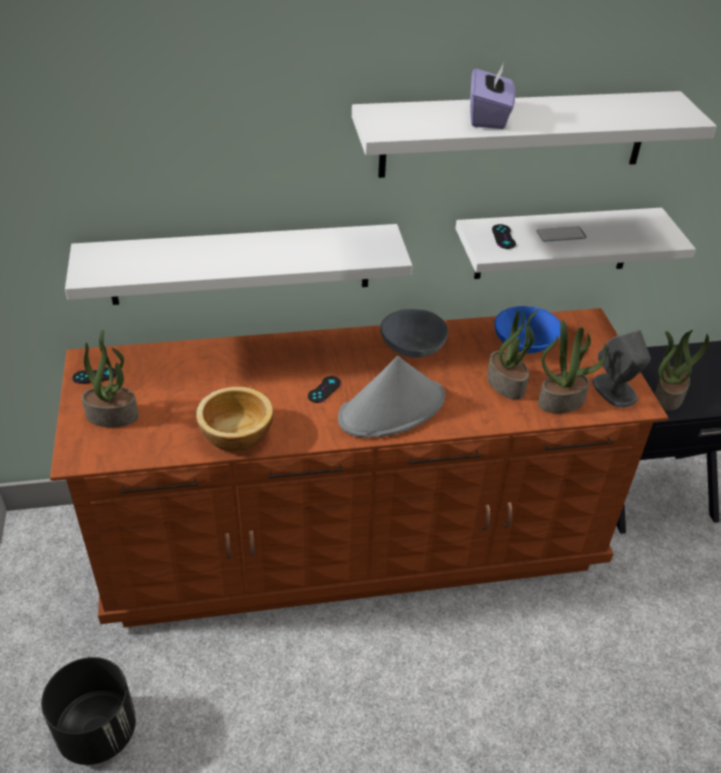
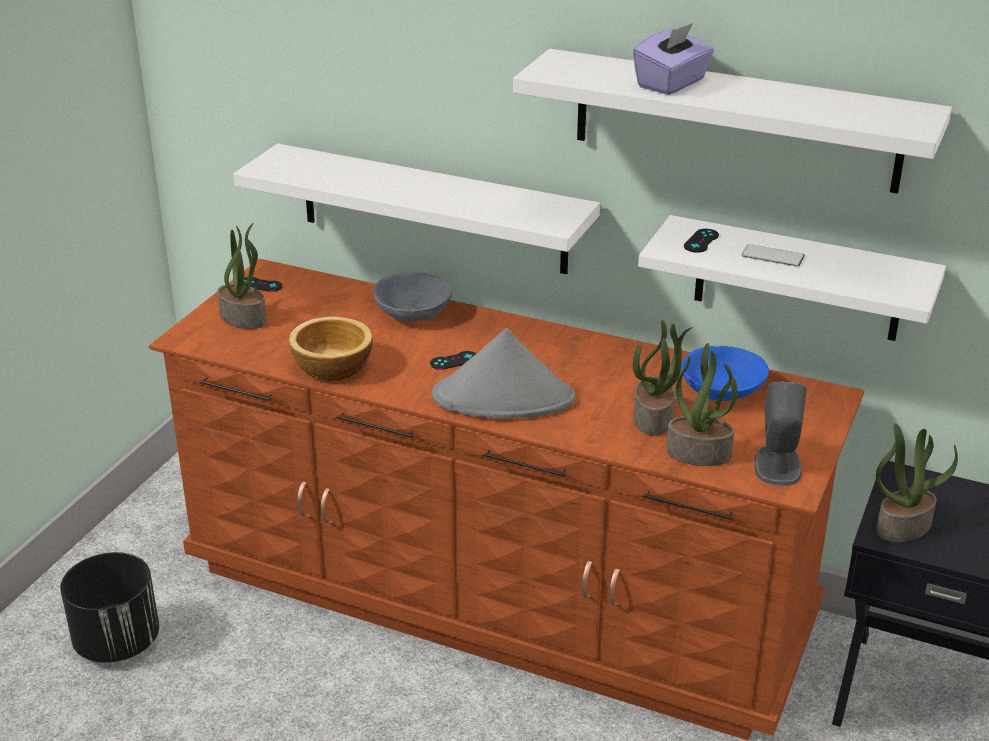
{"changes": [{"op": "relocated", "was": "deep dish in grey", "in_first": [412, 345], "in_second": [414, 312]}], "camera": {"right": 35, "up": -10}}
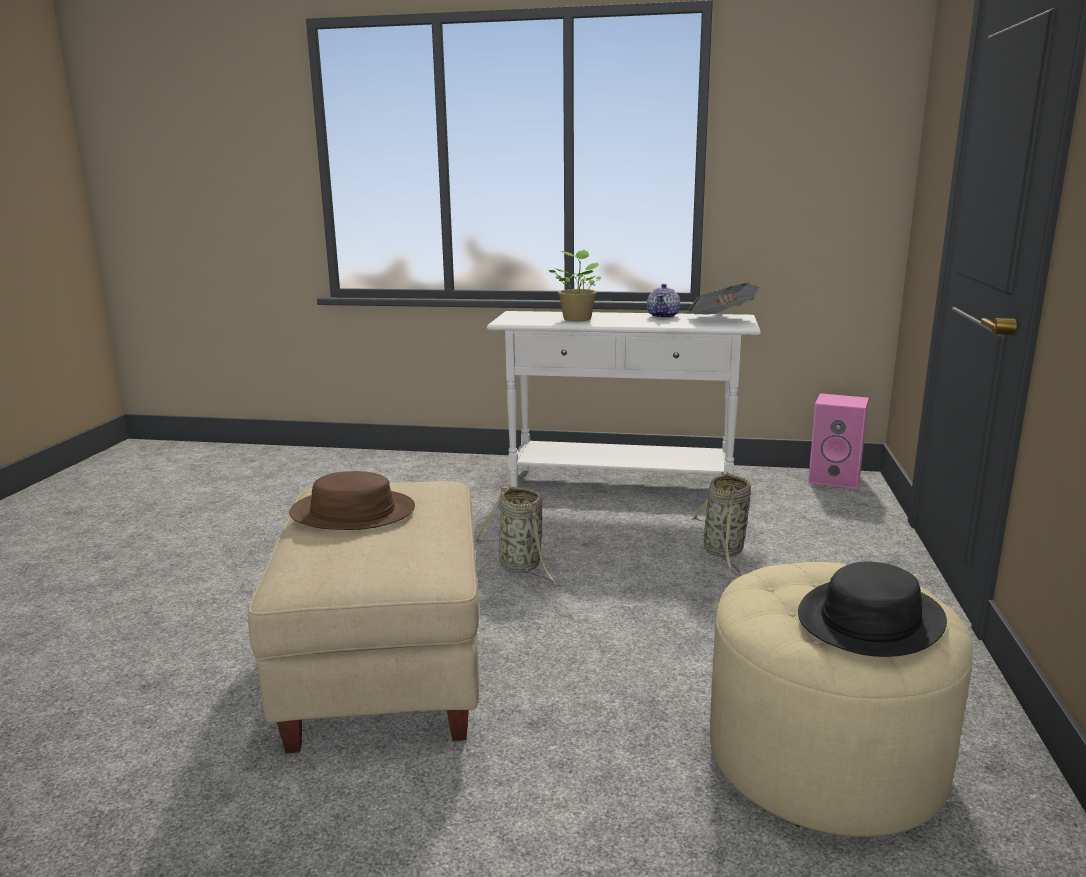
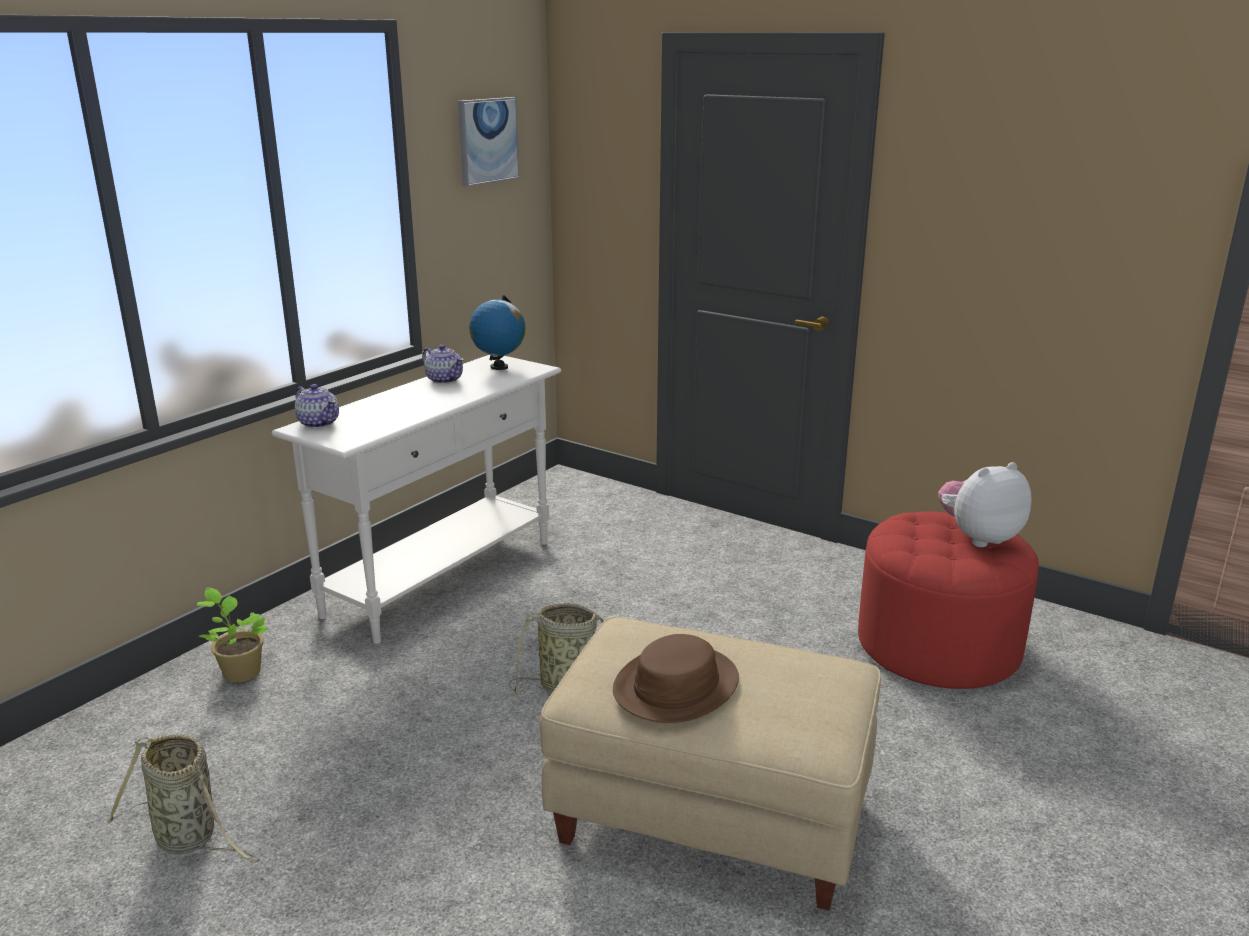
{"changes": [{"op": "missing", "was": "speaker in pinkish", "in_first": [836, 478]}, {"op": "appeared", "now": "teapot", "in_second": [319, 423]}, {"op": "appeared", "now": "wall picture", "in_second": [487, 141]}, {"op": "relocated", "was": "potted plant", "in_first": [577, 318], "in_second": [240, 672]}, {"op": "relocated", "was": "household basket", "in_first": [724, 552], "in_second": [190, 839]}, {"op": "exchanged", "was": "newspaper", "now": "globe", "in_first": [721, 319], "in_second": [499, 367]}, {"op": "exchanged", "was": "hat in black-coloured", "now": "cuddly toy", "in_first": [870, 619], "in_second": [978, 537]}, {"op": "colour", "was": "ottoman in sand-coloured", "now": "ottoman in red-coloured", "in_first": [825, 757], "in_second": [938, 646]}], "camera": {"right": -65, "up": 5}}
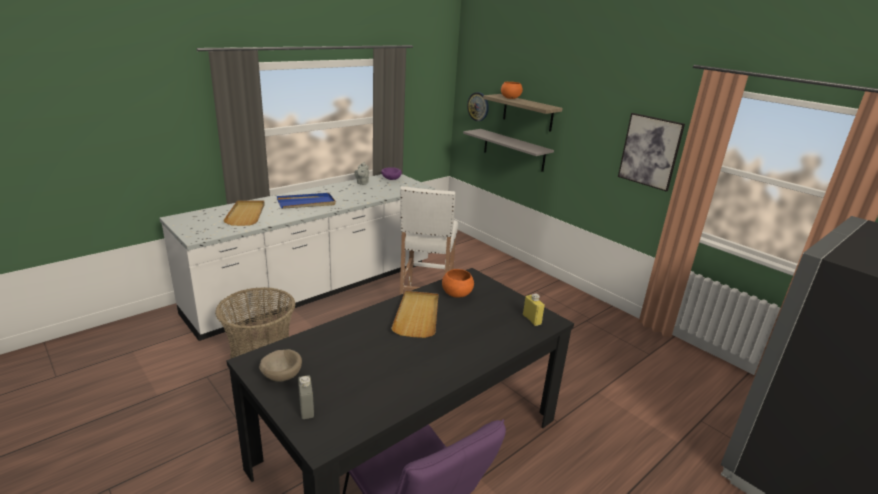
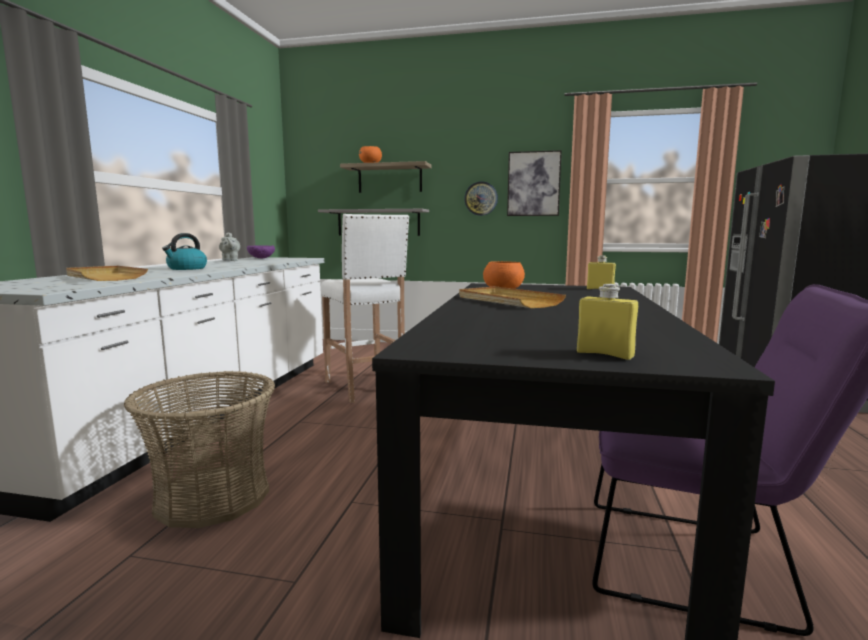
{"changes": [{"op": "missing", "was": "deep dish in sand-coloured", "in_first": [282, 375]}, {"op": "relocated", "was": "wall clock", "in_first": [478, 106], "in_second": [481, 198]}, {"op": "exchanged", "was": "carrying tray in bluish", "now": "tea kettle", "in_first": [306, 203], "in_second": [186, 268]}, {"op": "colour", "was": "beverage bottle in grey", "now": "beverage bottle in yellow-coloured", "in_first": [306, 408], "in_second": [605, 354]}], "camera": {"right": -35, "up": -15}}
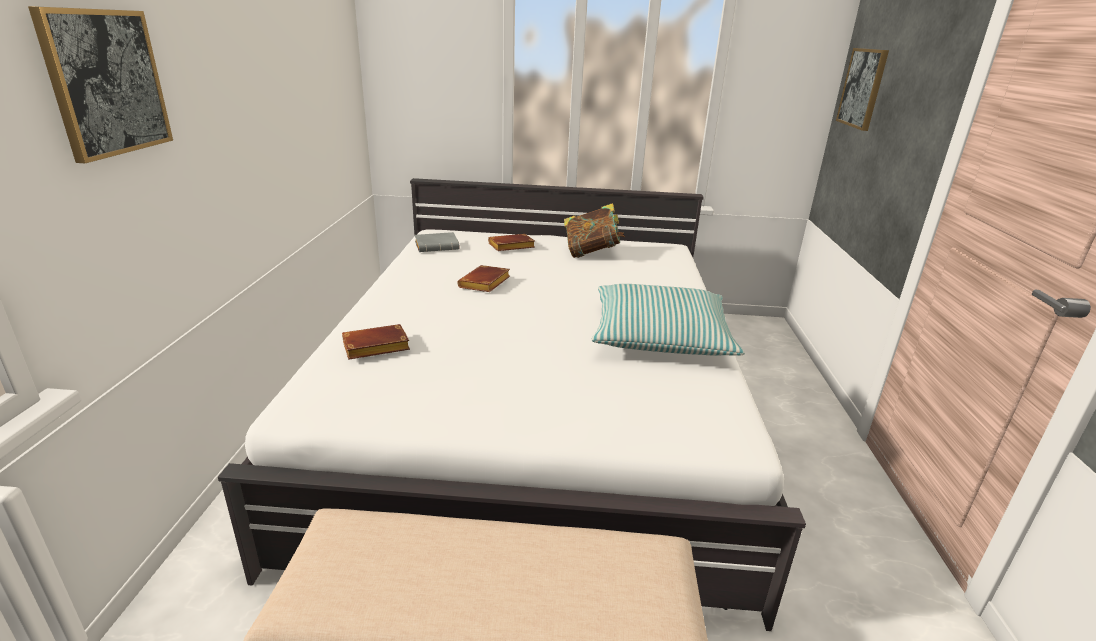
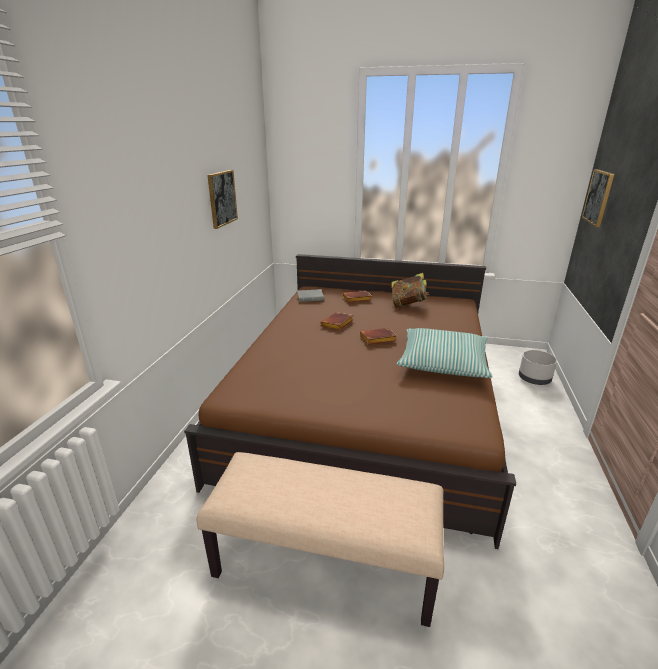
{"changes": [{"op": "appeared", "now": "plant pot in grey", "in_second": [534, 379]}, {"op": "relocated", "was": "wall picture", "in_first": [106, 83], "in_second": [222, 198]}, {"op": "relocated", "was": "bound book in brown-coloured", "in_first": [374, 348], "in_second": [377, 339]}, {"op": "colour", "was": "sleeping bed in white-coloured", "now": "sleeping bed in brown-coloured", "in_first": [535, 410], "in_second": [366, 404]}], "camera": {"right": 10, "up": 0}}
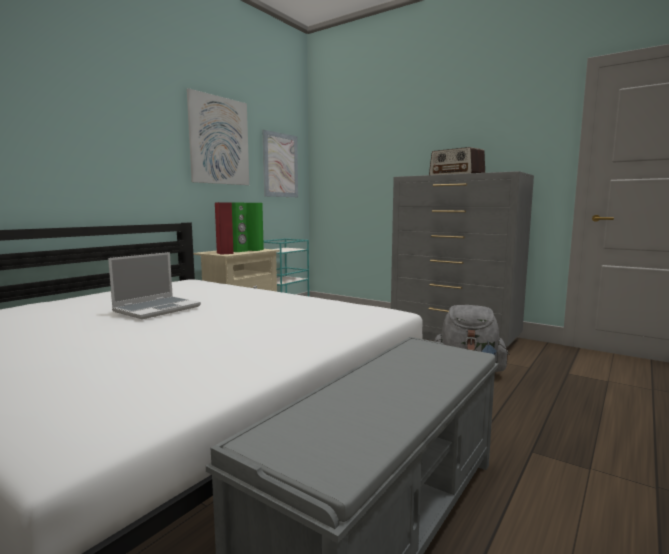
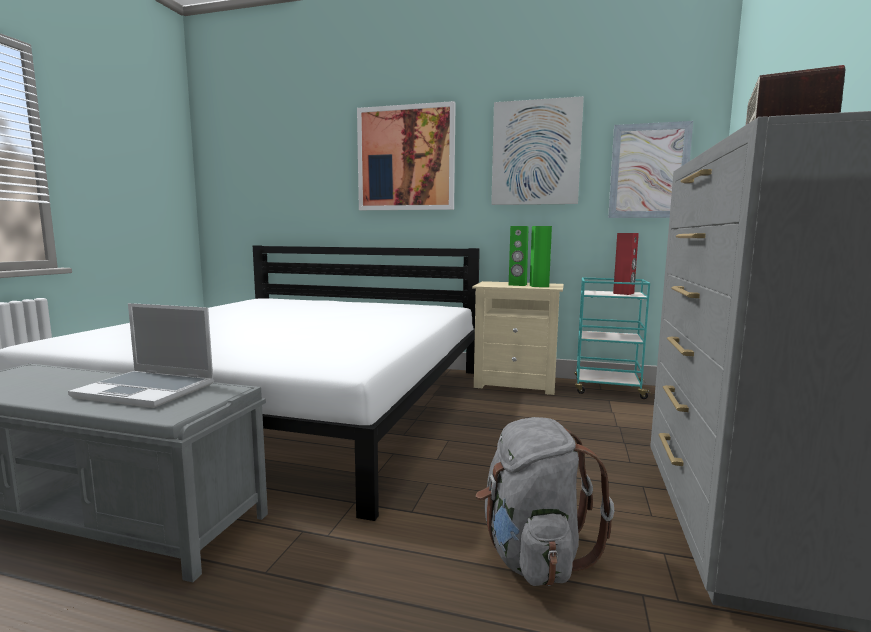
{"changes": [{"op": "appeared", "now": "wall picture", "in_second": [406, 158]}, {"op": "relocated", "was": "notebook computer", "in_first": [157, 309], "in_second": [148, 390]}, {"op": "relocated", "was": "speaker in red-coloured", "in_first": [225, 253], "in_second": [624, 293]}], "camera": {"right": 70, "up": 0}}
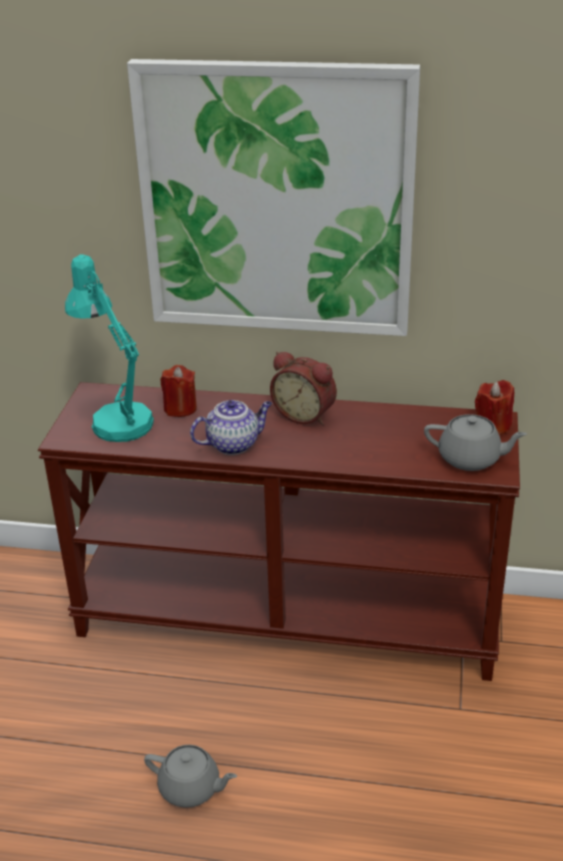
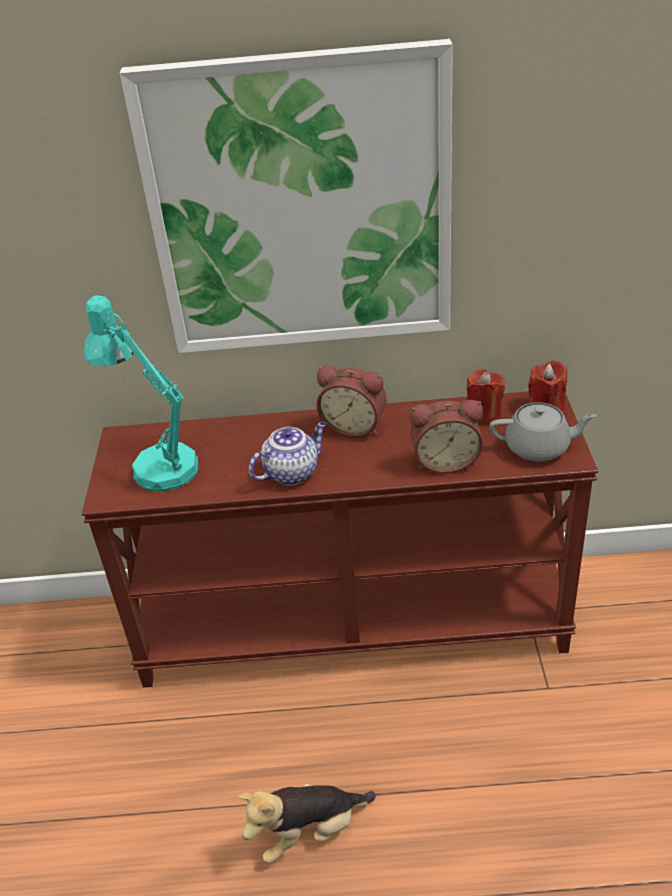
{"changes": [{"op": "appeared", "now": "bedside clock", "in_second": [445, 460]}, {"op": "relocated", "was": "wax light in red-coloured", "in_first": [180, 408], "in_second": [483, 414]}, {"op": "exchanged", "was": "teapot in grey", "now": "cuddly toy", "in_first": [191, 788], "in_second": [309, 832]}], "camera": {"right": -10, "up": 5}}
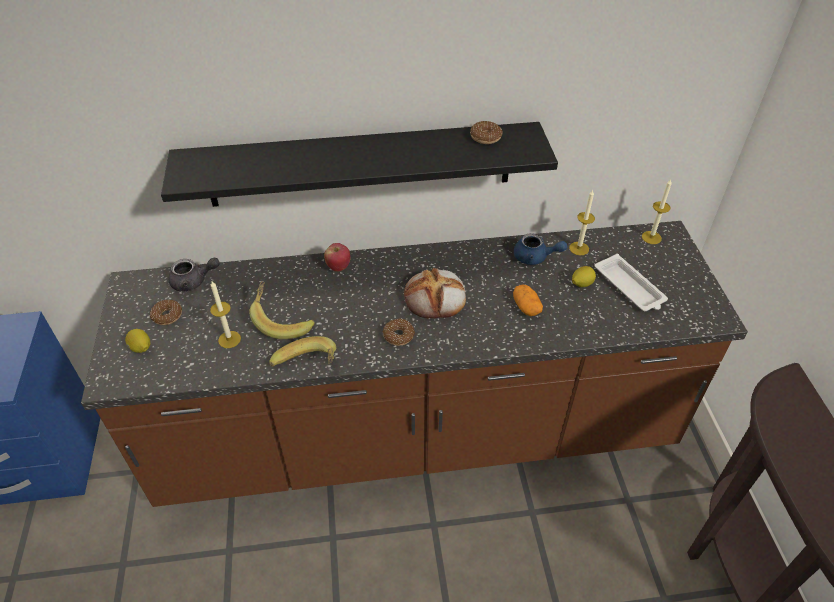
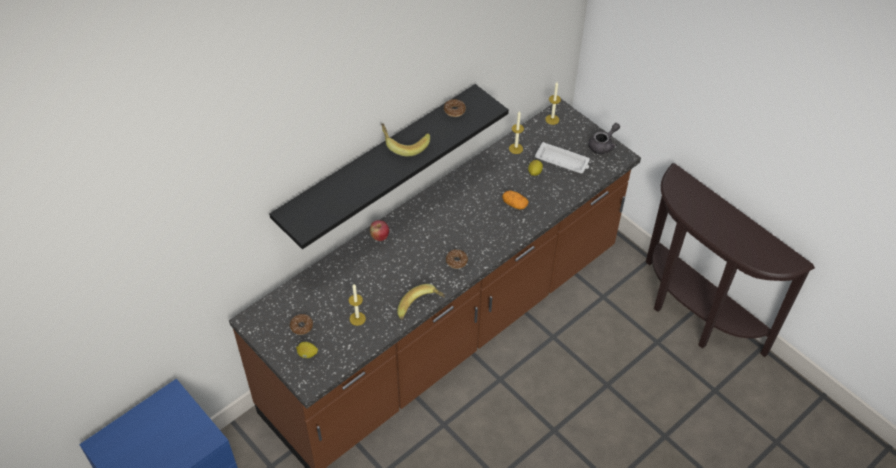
{"changes": [{"op": "missing", "was": "bakery bread", "in_first": [435, 298]}, {"op": "missing", "was": "teapot in bluish", "in_first": [535, 257]}, {"op": "relocated", "was": "teapot in grey", "in_first": [194, 282], "in_second": [603, 145]}, {"op": "relocated", "was": "banana", "in_first": [282, 320], "in_second": [404, 144]}], "camera": {"right": -35, "up": 5}}
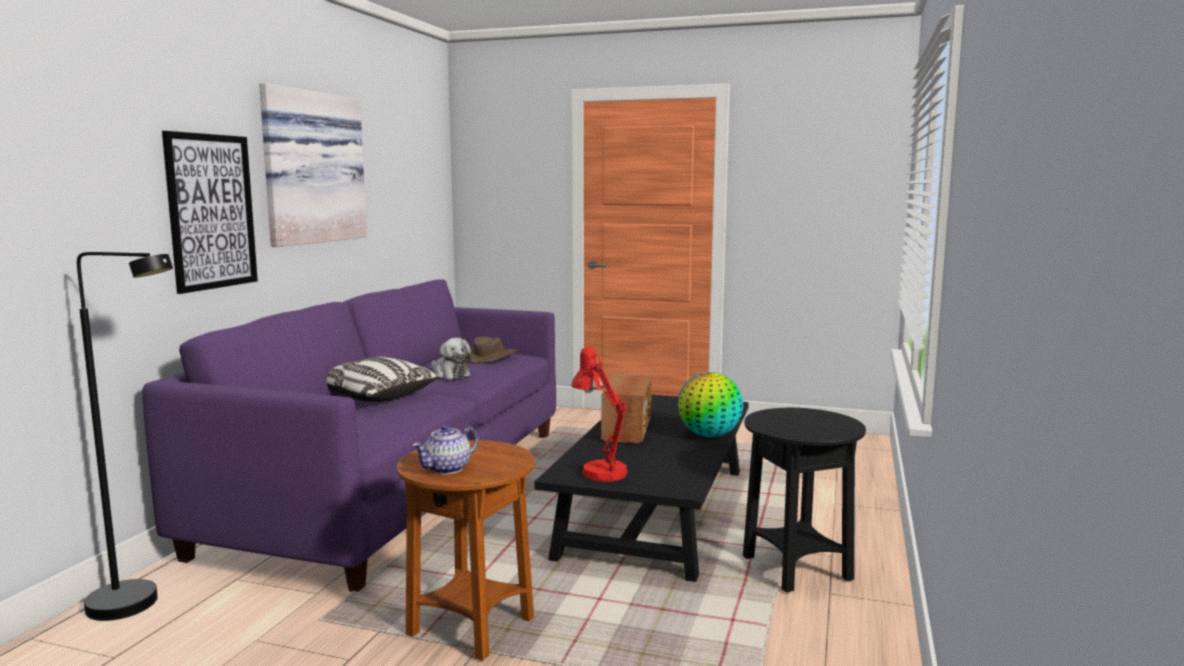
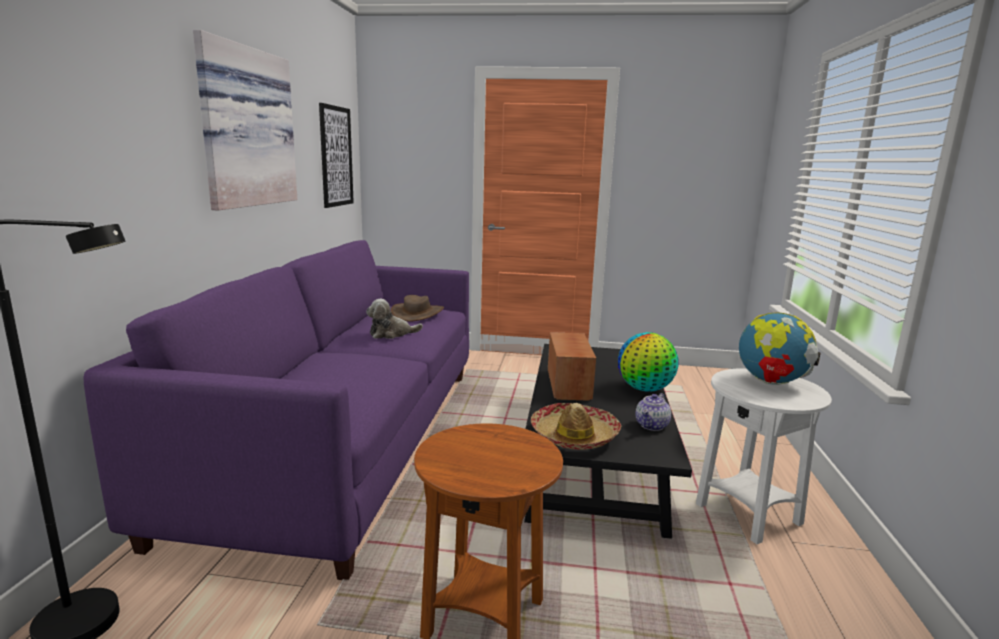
{"changes": [{"op": "missing", "was": "cushion", "in_first": [374, 396]}, {"op": "appeared", "now": "globe", "in_second": [771, 382]}, {"op": "relocated", "was": "wall picture", "in_first": [211, 211], "in_second": [336, 156]}, {"op": "relocated", "was": "teapot", "in_first": [447, 469], "in_second": [652, 426]}, {"op": "exchanged", "was": "lamp for a table in red-coloured", "now": "hat", "in_first": [599, 470], "in_second": [574, 436]}, {"op": "colour", "was": "accent table in black-coloured", "now": "accent table in white-coloured", "in_first": [797, 569], "in_second": [748, 515]}, {"op": "spun", "was": "cuddly toy", "in_first": [450, 374], "in_second": [391, 334], "clockwise": 120}], "camera": {"right": -10, "up": 5}}
